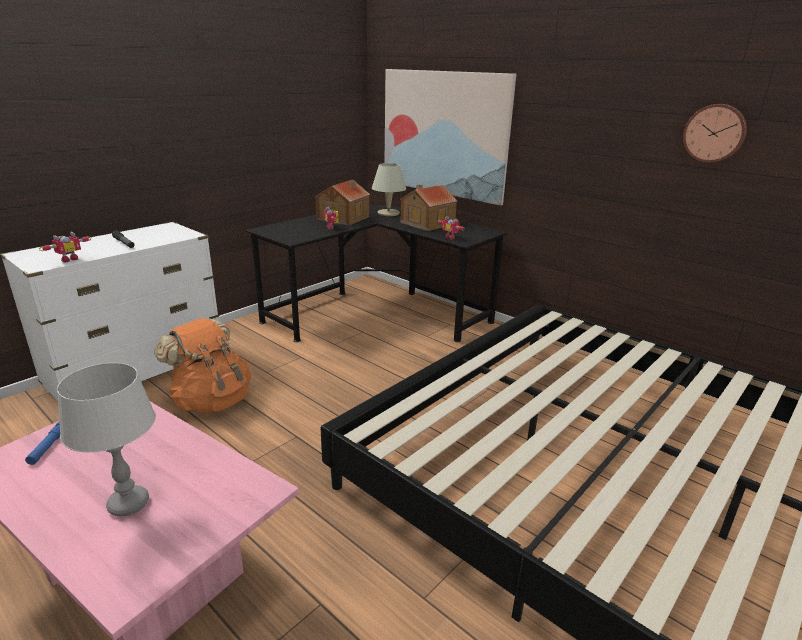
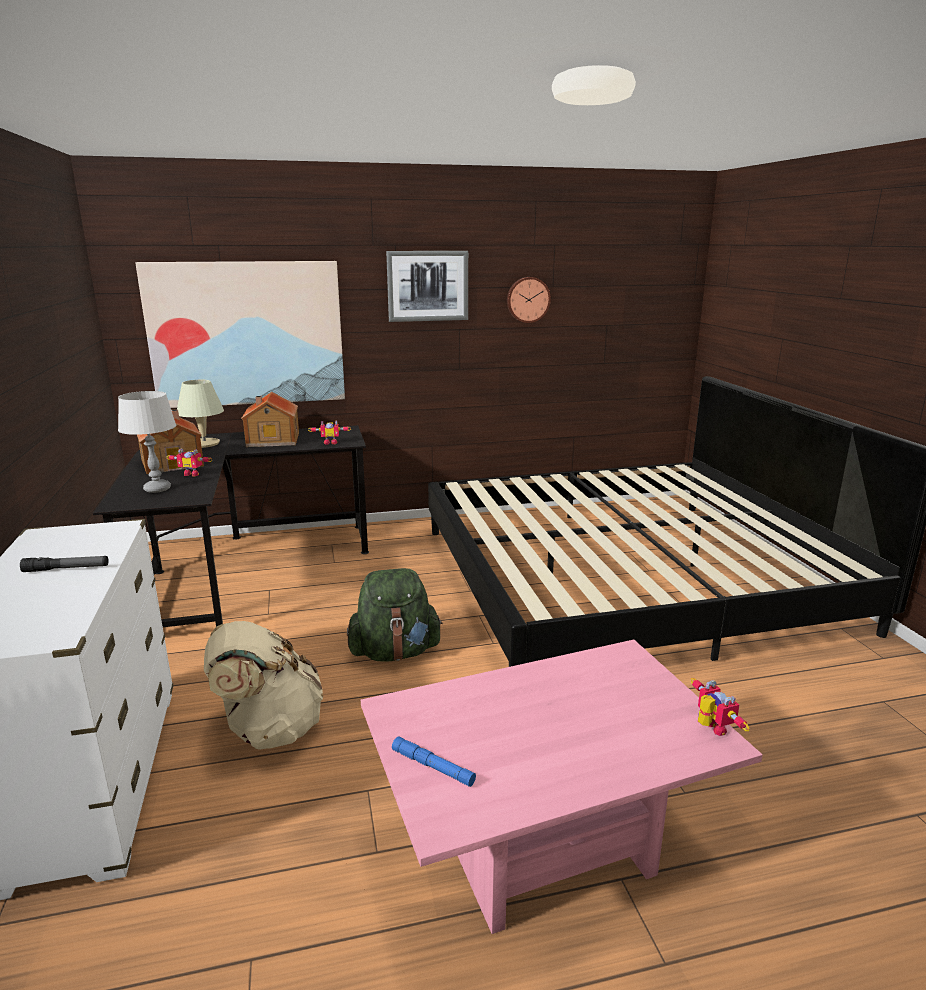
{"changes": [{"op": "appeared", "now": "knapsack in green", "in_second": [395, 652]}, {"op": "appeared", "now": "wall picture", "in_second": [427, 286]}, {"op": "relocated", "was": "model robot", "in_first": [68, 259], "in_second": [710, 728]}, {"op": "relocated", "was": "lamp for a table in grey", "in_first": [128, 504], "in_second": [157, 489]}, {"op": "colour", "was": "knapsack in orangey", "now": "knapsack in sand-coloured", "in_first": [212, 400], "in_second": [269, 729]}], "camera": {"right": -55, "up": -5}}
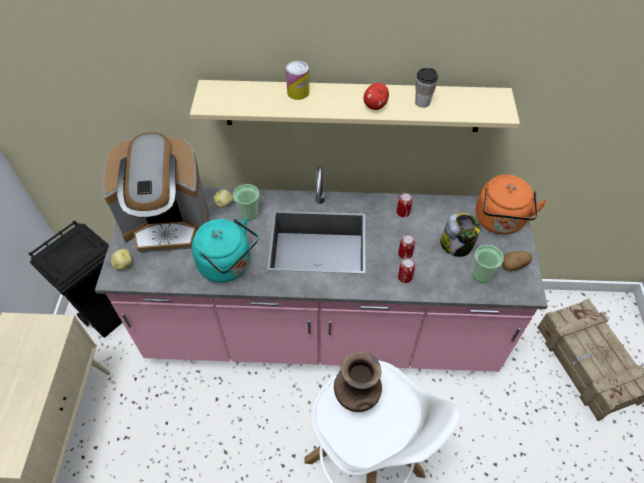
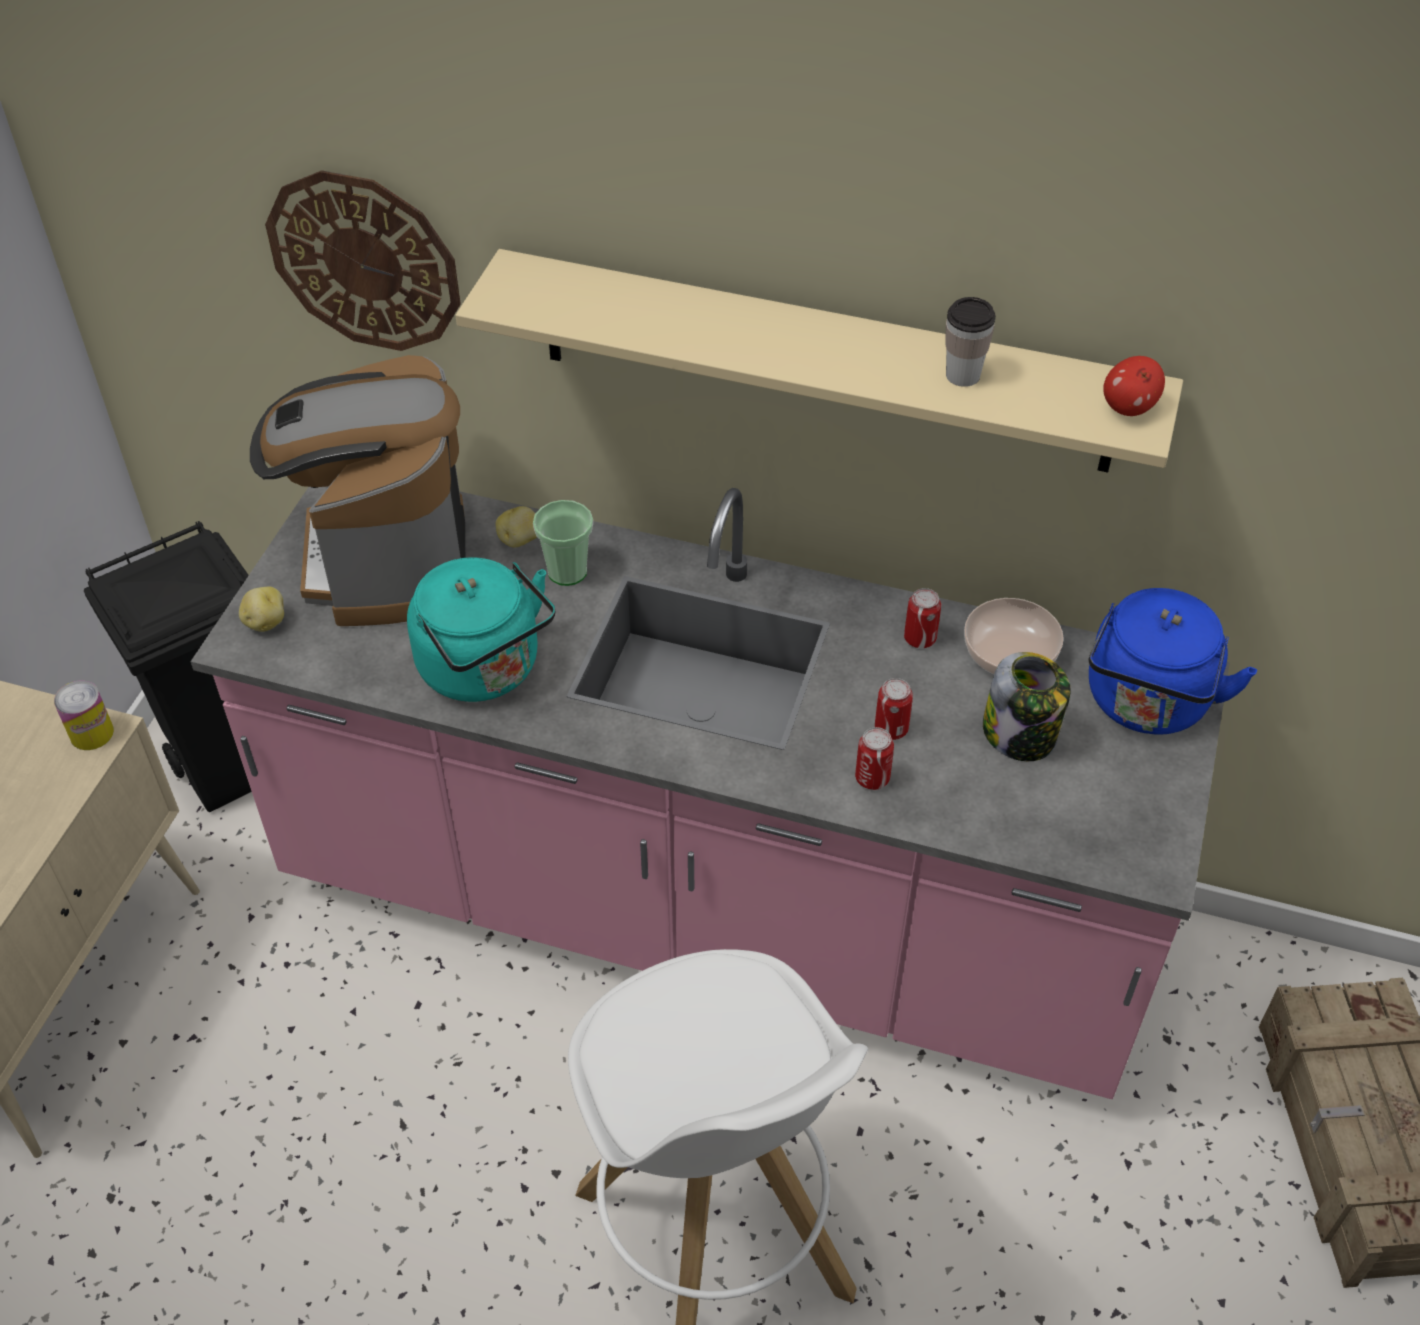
{"changes": [{"op": "missing", "was": "decorative vase in brown-coloured", "in_first": [356, 398]}, {"op": "missing", "was": "small cup", "in_first": [481, 275]}, {"op": "missing", "was": "potato", "in_first": [514, 265]}, {"op": "appeared", "now": "wall clock", "in_second": [365, 261]}, {"op": "appeared", "now": "deep dish", "in_second": [1008, 654]}, {"op": "relocated", "was": "sealed can", "in_first": [298, 92], "in_second": [92, 733]}, {"op": "relocated", "was": "apple", "in_first": [375, 106], "in_second": [1128, 407]}, {"op": "colour", "was": "tea kettle in orangey", "now": "tea kettle in bluish", "in_first": [500, 222], "in_second": [1146, 704]}, {"op": "spun", "was": "coffee brewer", "in_first": [168, 223], "in_second": [385, 558], "clockwise": 75}], "camera": {"right": 15, "up": -5}}
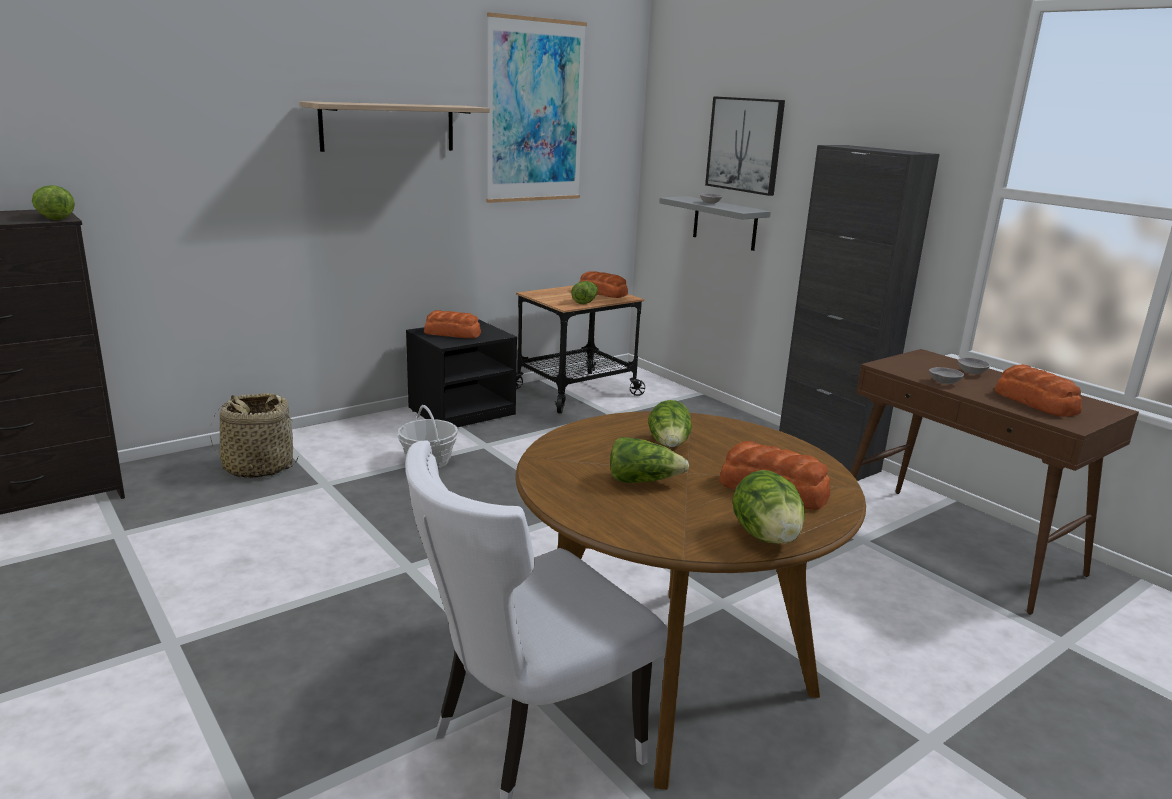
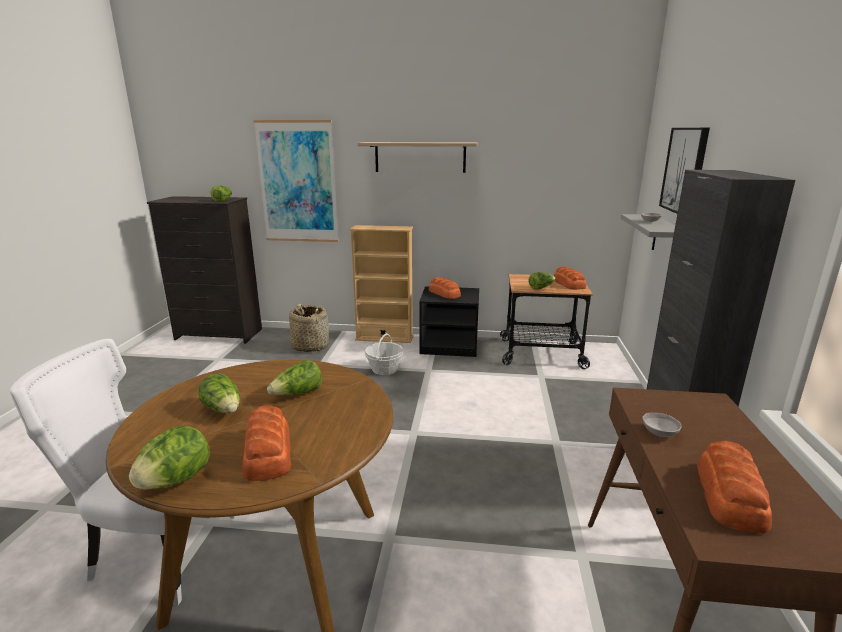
{"changes": [{"op": "missing", "was": "deep dish in grey", "in_first": [971, 373]}, {"op": "appeared", "now": "shelving unit in sand-coloured", "in_second": [384, 338]}, {"op": "relocated", "was": "wall picture", "in_first": [535, 112], "in_second": [298, 182]}], "camera": {"right": 45, "up": 0}}
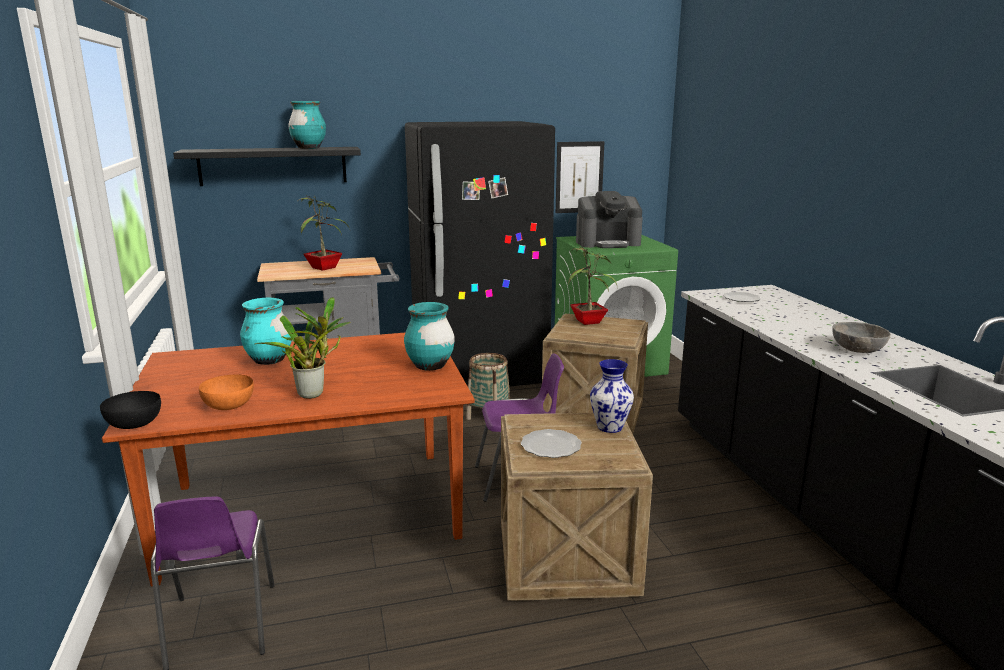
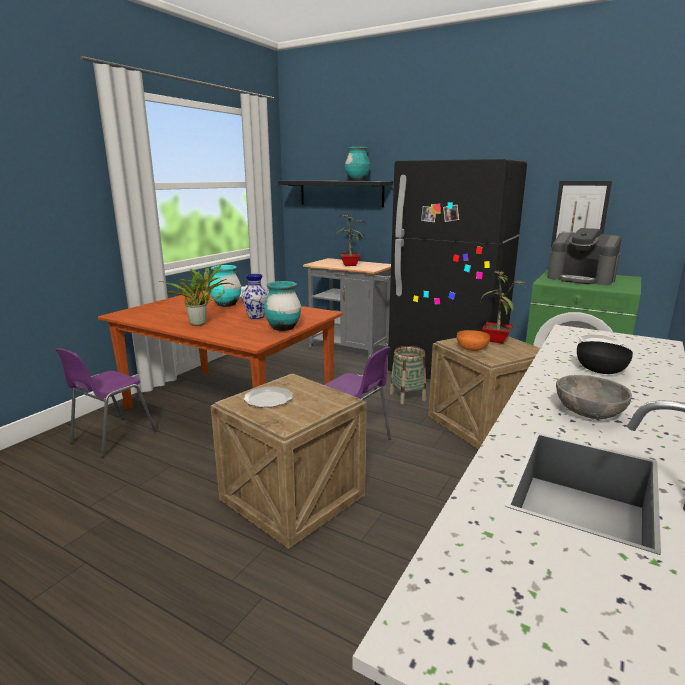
{"changes": [{"op": "relocated", "was": "deep dish in black-coloured", "in_first": [133, 424], "in_second": [600, 370]}, {"op": "relocated", "was": "deep dish in orangey", "in_first": [229, 405], "in_second": [472, 348]}, {"op": "relocated", "was": "decorative vase", "in_first": [610, 427], "in_second": [256, 317]}], "camera": {"right": 45, "up": 0}}
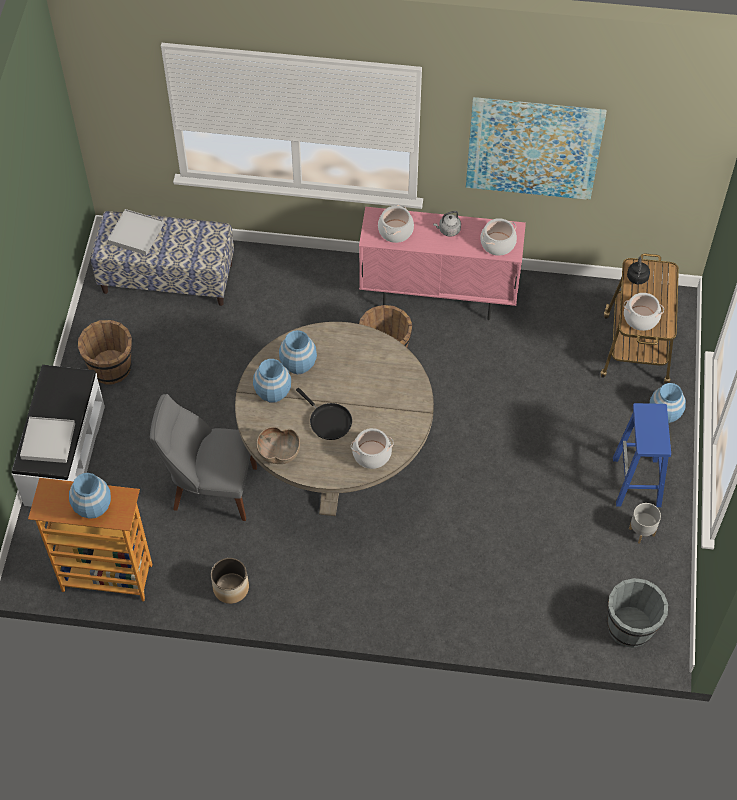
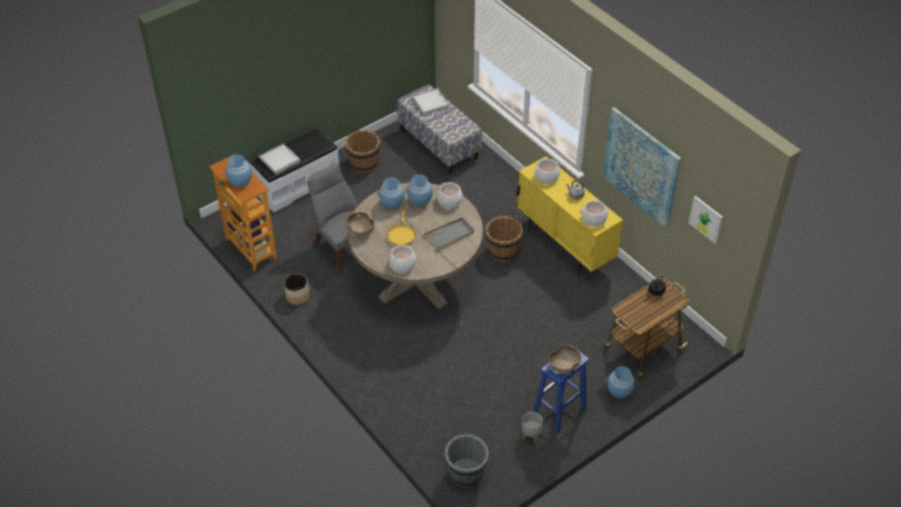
{"changes": [{"op": "appeared", "now": "carrying tray in grey", "in_second": [449, 235]}, {"op": "appeared", "now": "deep dish in brown-coloured", "in_second": [564, 366]}, {"op": "appeared", "now": "wall picture", "in_second": [706, 219]}, {"op": "relocated", "was": "cooking pot", "in_first": [640, 318], "in_second": [449, 201]}, {"op": "colour", "was": "skillet in black-coloured", "now": "skillet in yellow-coloured", "in_first": [328, 421], "in_second": [401, 235]}, {"op": "colour", "was": "cabinet in pinkish", "now": "cabinet in yellow-coloured", "in_first": [439, 297], "in_second": [565, 247]}], "camera": {"right": 45, "up": -10}}
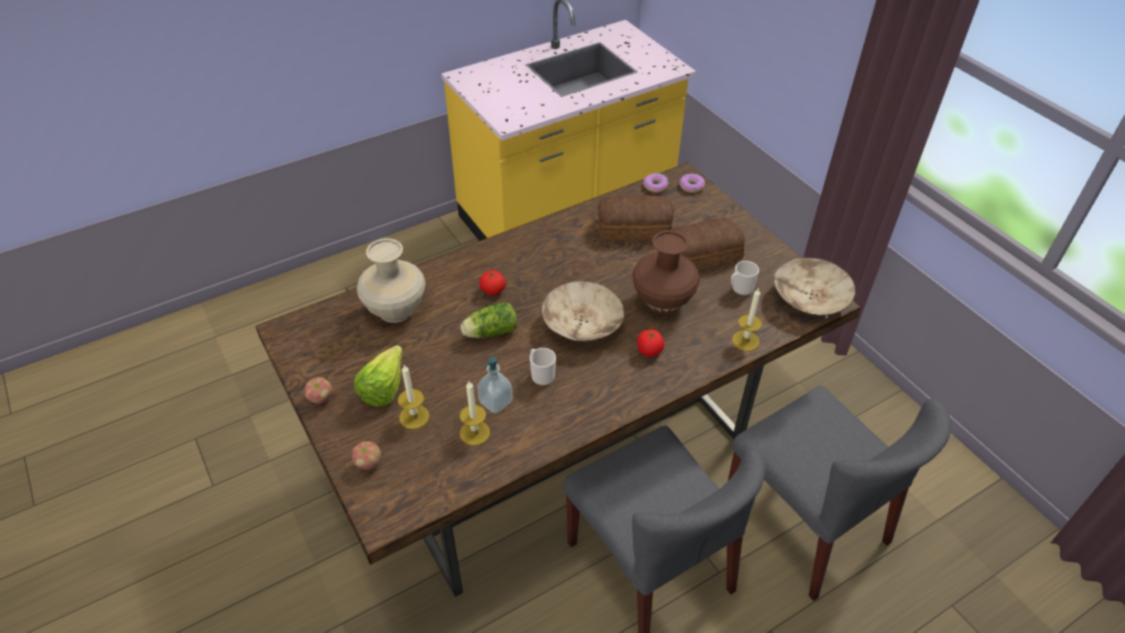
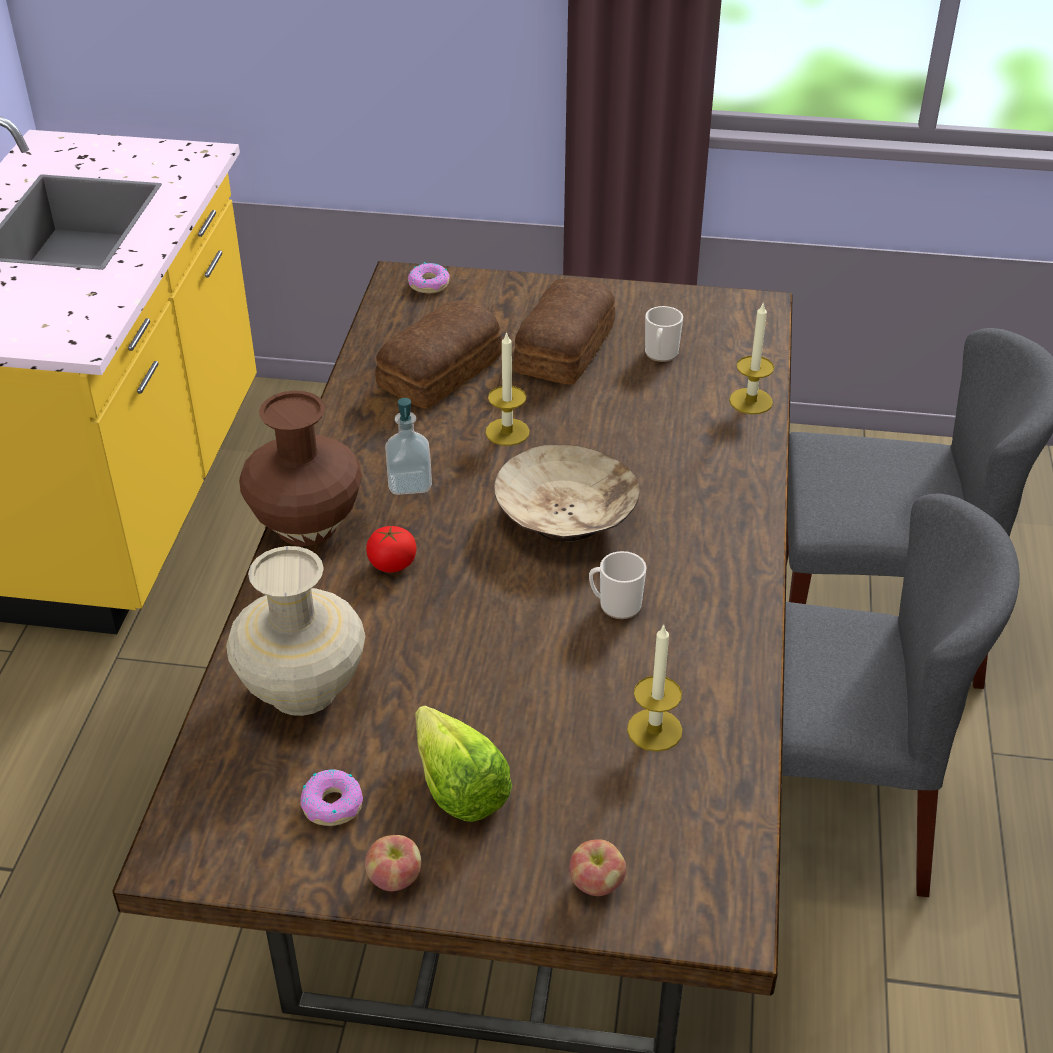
{"changes": [{"op": "missing", "was": "lettuce head", "in_first": [489, 332]}, {"op": "missing", "was": "whole tomato", "in_first": [649, 350]}, {"op": "missing", "was": "deep dish in sand-coloured", "in_first": [809, 299]}, {"op": "relocated", "was": "wax light", "in_first": [414, 417], "in_second": [507, 432]}, {"op": "relocated", "was": "liquid soap bottle", "in_first": [495, 402], "in_second": [409, 483]}, {"op": "relocated", "was": "decorative vase in brown-coloured", "in_first": [663, 301], "in_second": [307, 524]}, {"op": "relocated", "was": "donut", "in_first": [655, 186], "in_second": [333, 804]}], "camera": {"right": -50, "up": -5}}
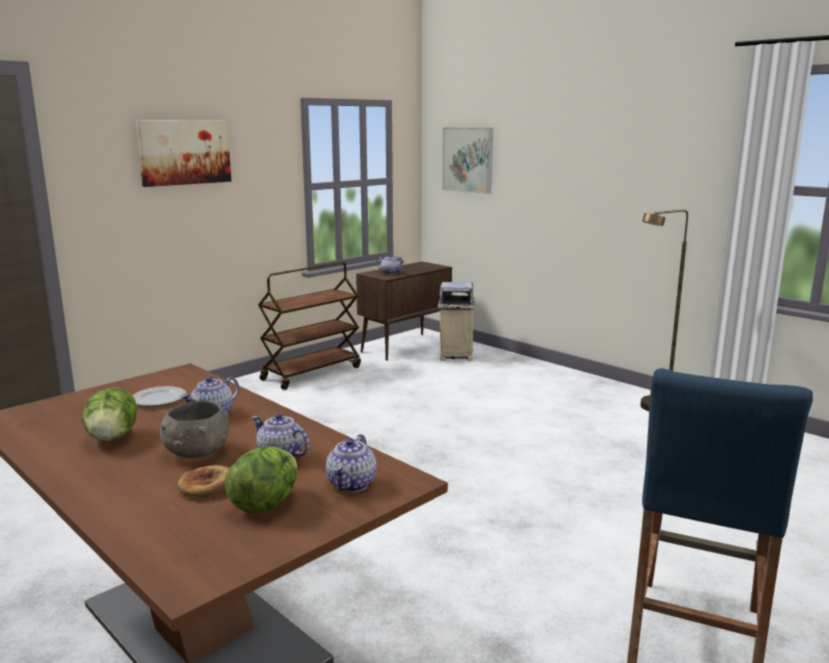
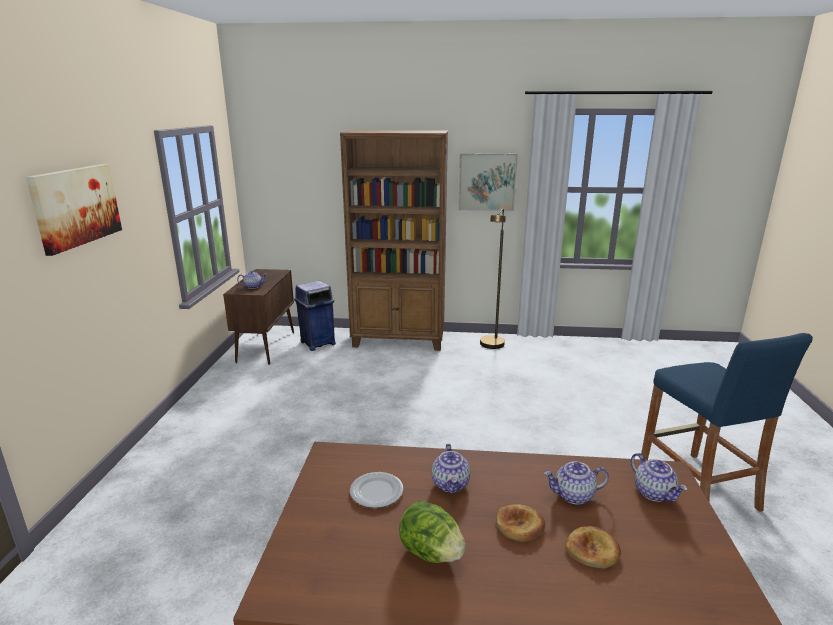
{"changes": [{"op": "missing", "was": "lettuce head", "in_first": [265, 504]}, {"op": "missing", "was": "trolley in brown-coloured", "in_first": [312, 373]}, {"op": "appeared", "now": "shelving unit in brown-coloured", "in_second": [399, 340]}, {"op": "relocated", "was": "wall picture", "in_first": [467, 160], "in_second": [487, 182]}, {"op": "exchanged", "was": "deep dish in grey", "now": "bakery bread", "in_first": [196, 452], "in_second": [519, 526]}, {"op": "colour", "was": "waste bin in sand-coloured", "now": "waste bin in bluish", "in_first": [455, 356], "in_second": [317, 343]}], "camera": {"right": -40, "up": 5}}
